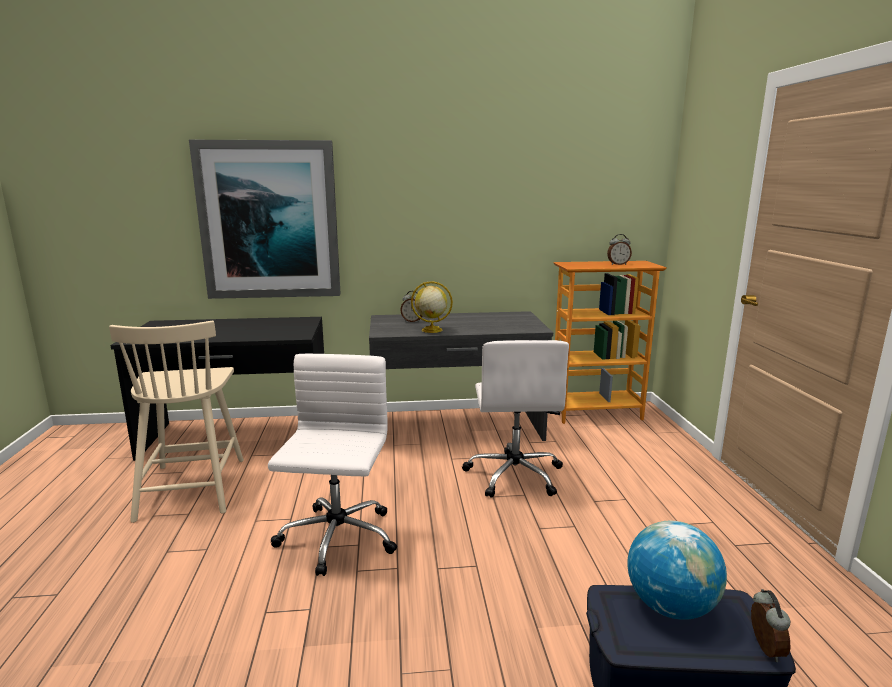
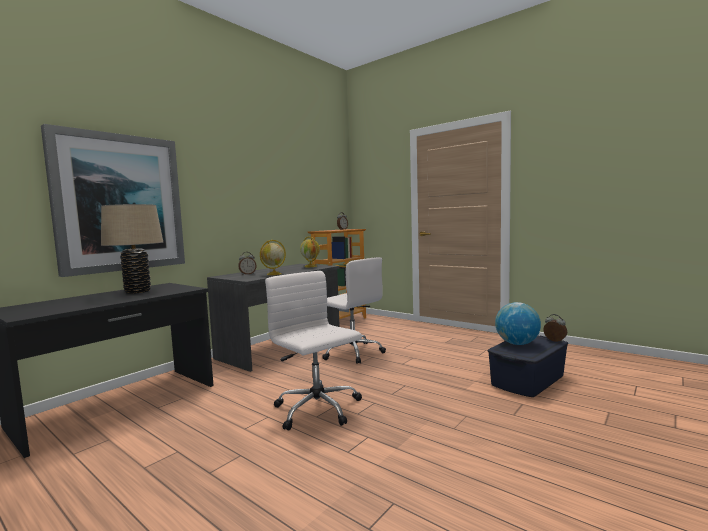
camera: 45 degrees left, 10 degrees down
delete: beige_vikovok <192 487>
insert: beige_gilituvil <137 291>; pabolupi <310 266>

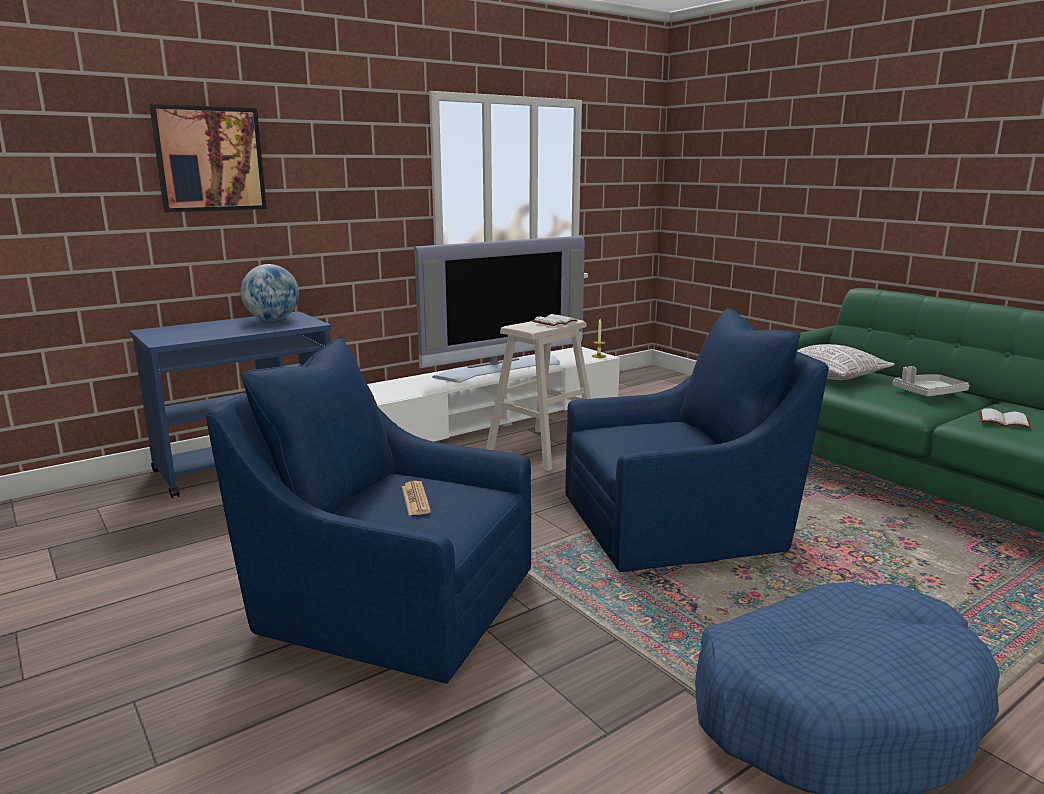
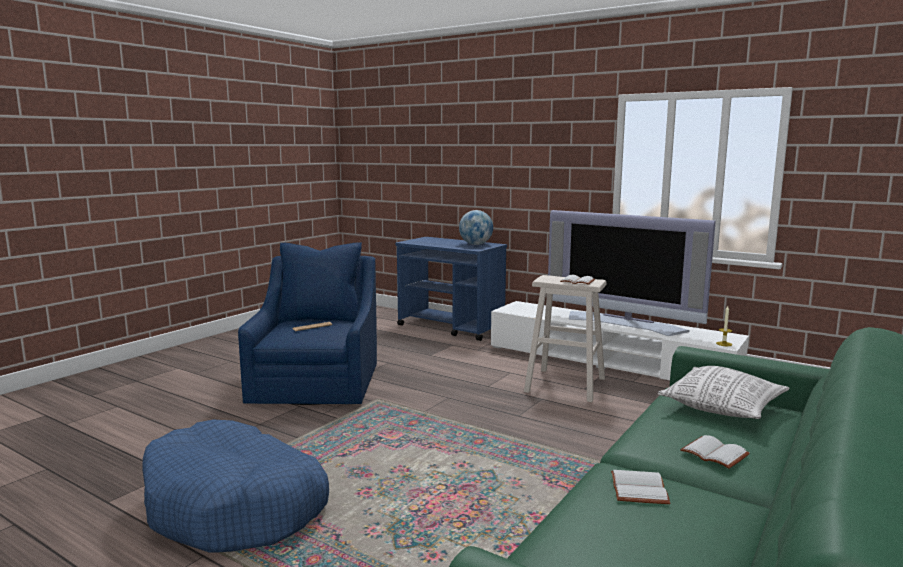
camera: 70 degrees right, 5 degrees down
delete: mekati <210 159>; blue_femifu <679 526>
replace: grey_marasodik <928 393> to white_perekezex <716 453>

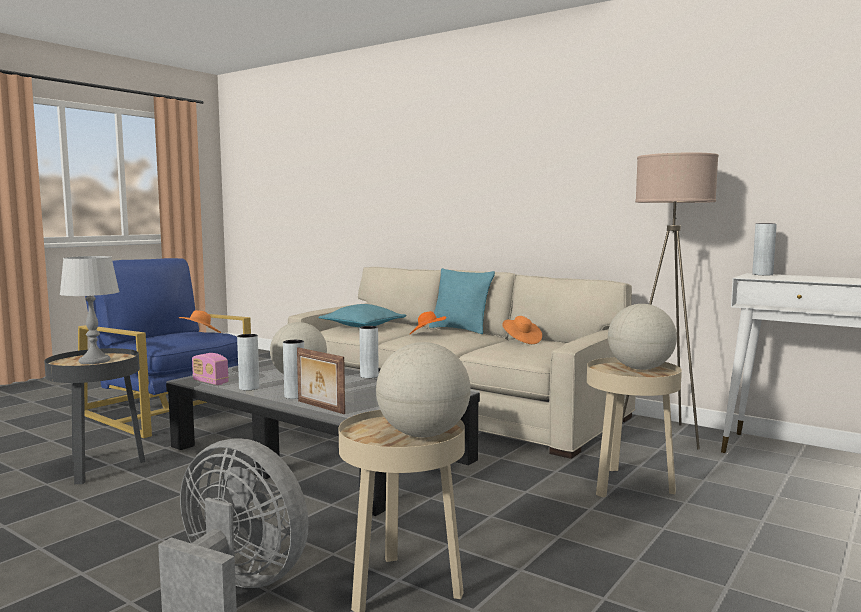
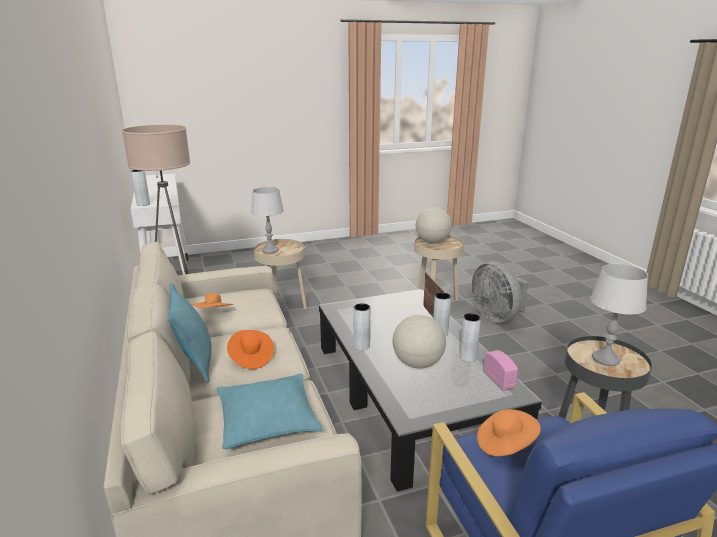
camera: 145 degrees left, 15 degrees up
replace: pabolupi <640 368> to grey_gilituvil <269 250>

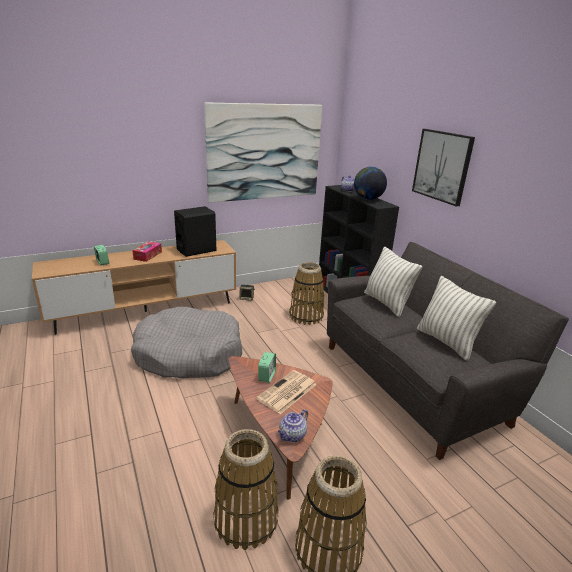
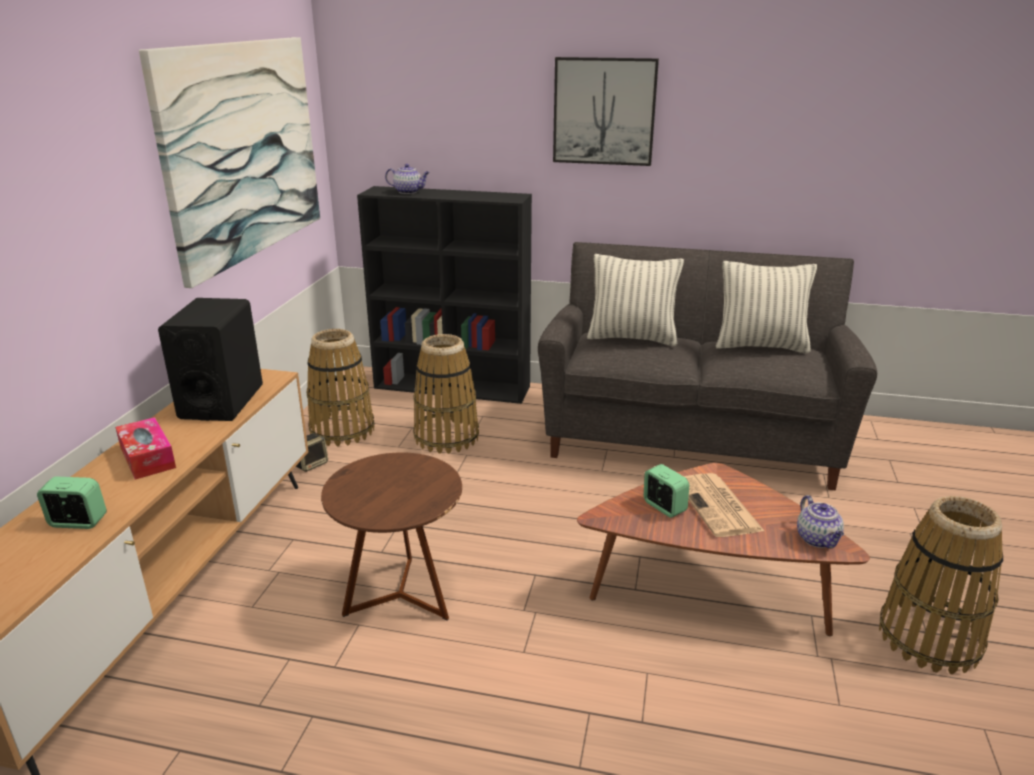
camera: 50 degrees left, 0 degrees up
delete: pabolupi <368 199>
move: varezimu <246 519> to <343 430>
replace: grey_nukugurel <189 354> to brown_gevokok <401 597>

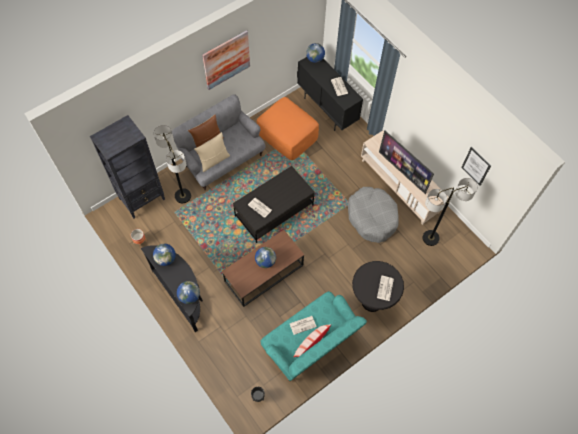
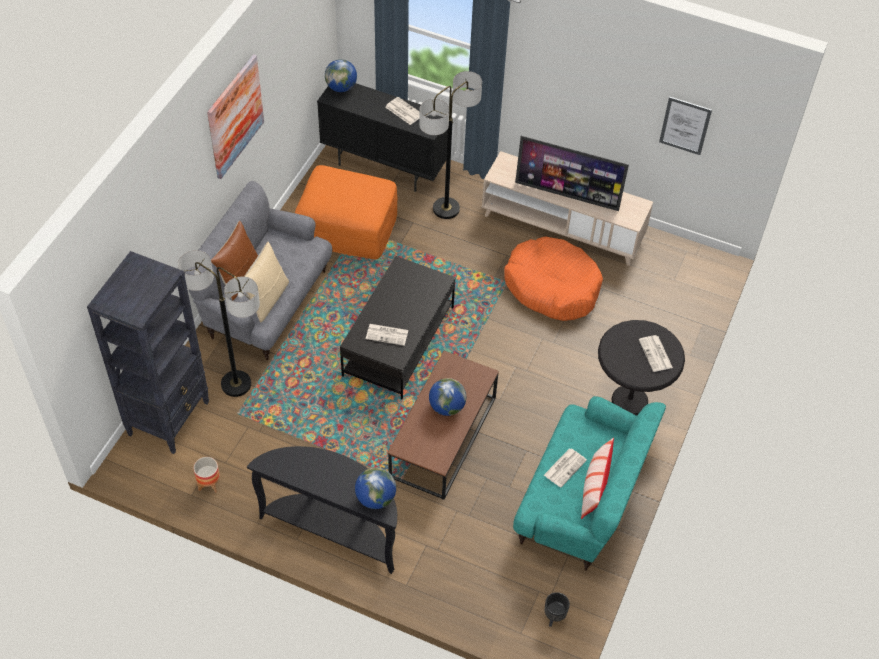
camera: 30 degrees left, 10 degrees down
delete: pabolupi <166 259>
move: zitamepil <430 238> to <446 209>
recolor: grey_nukugurel <372 217> to orange_nukugurel <552 287>

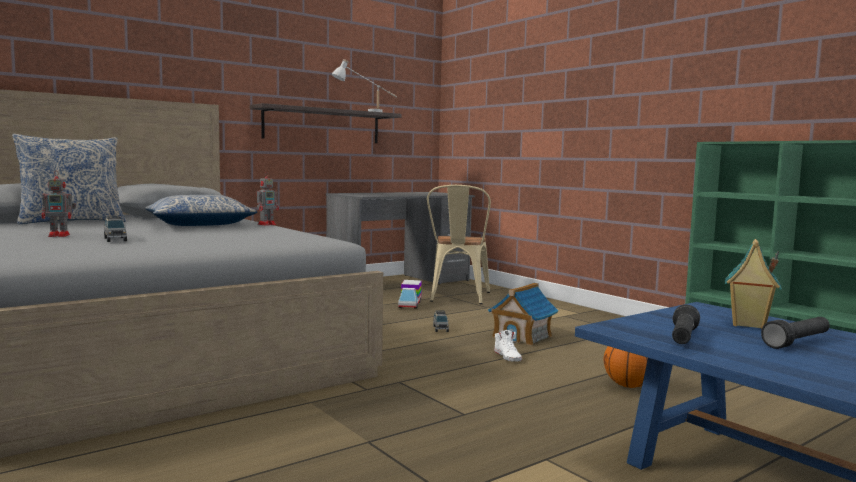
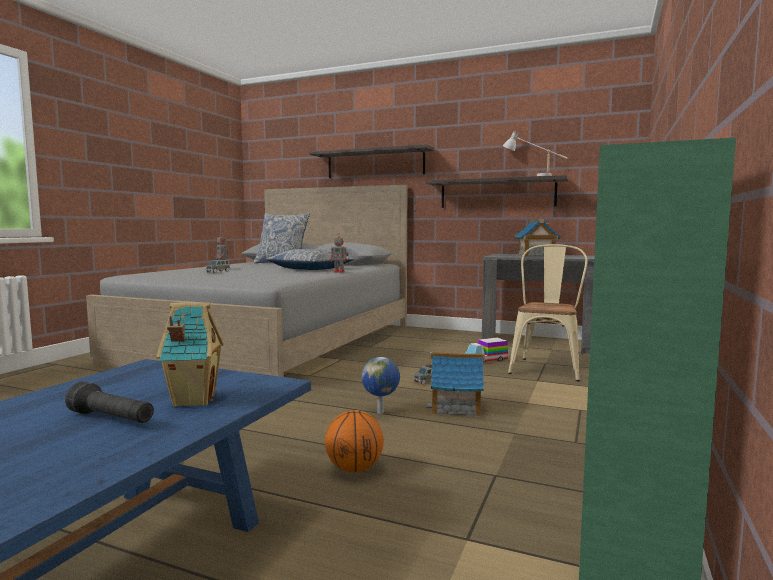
camera: 60 degrees right, 0 degrees up
delete: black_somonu <683 338>
insert: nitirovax <375 163>; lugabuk <535 256>
replace: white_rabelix <508 356> to pabolupi <381 412>
rotate: beige_vikovok <457 298> = <547 367> 135 degrees clockwise

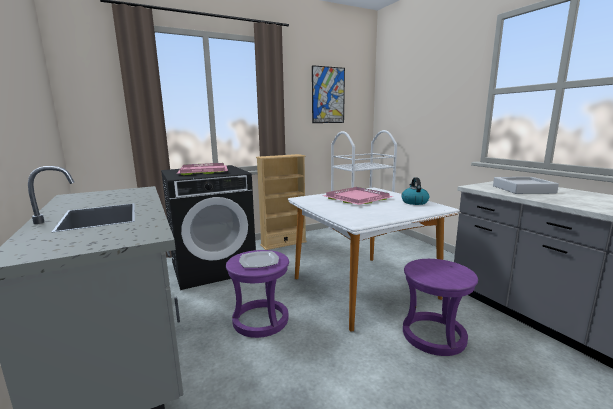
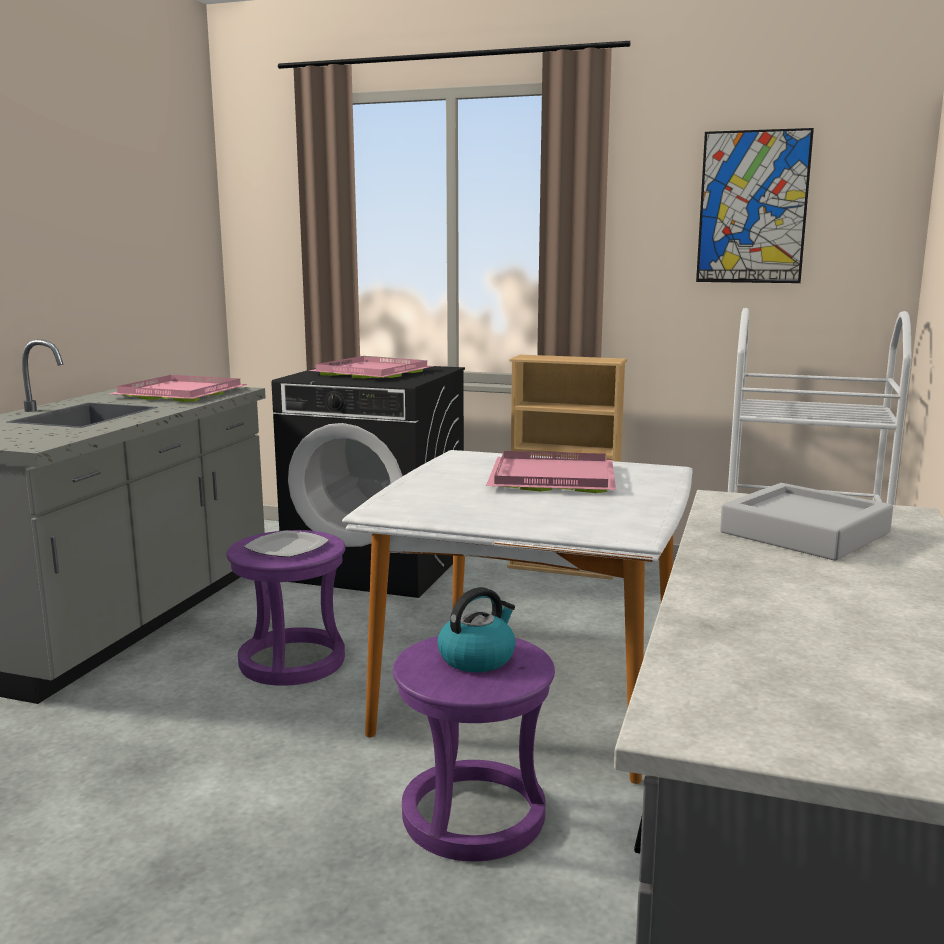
camera: 45 degrees right, 0 degrees up
insert: pink_marasodik <180 393>
move: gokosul <414 202> to <477 658>

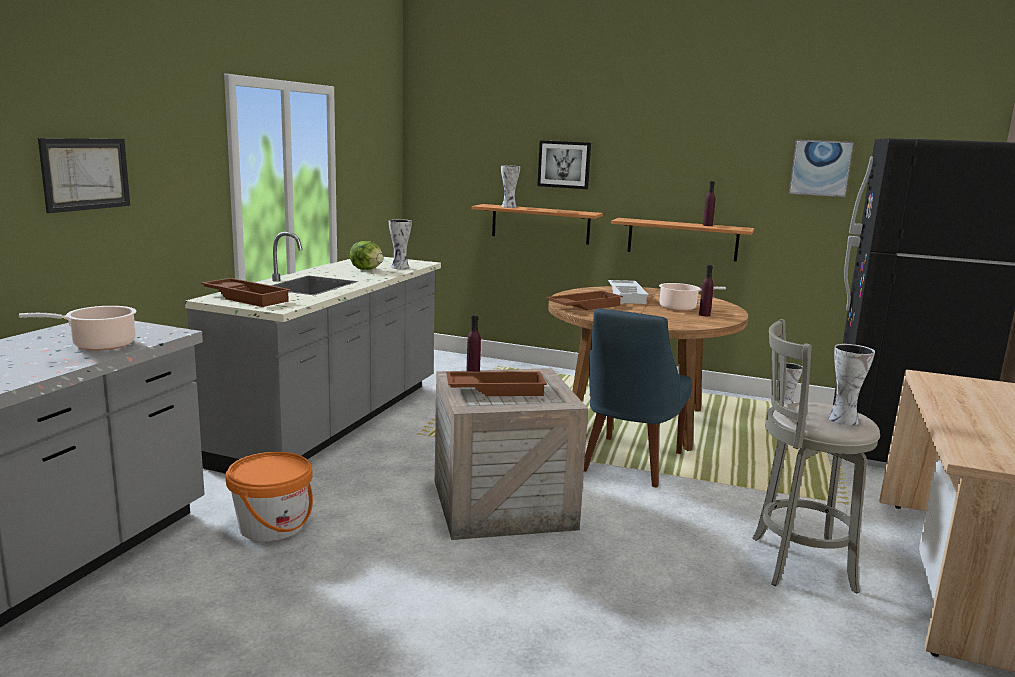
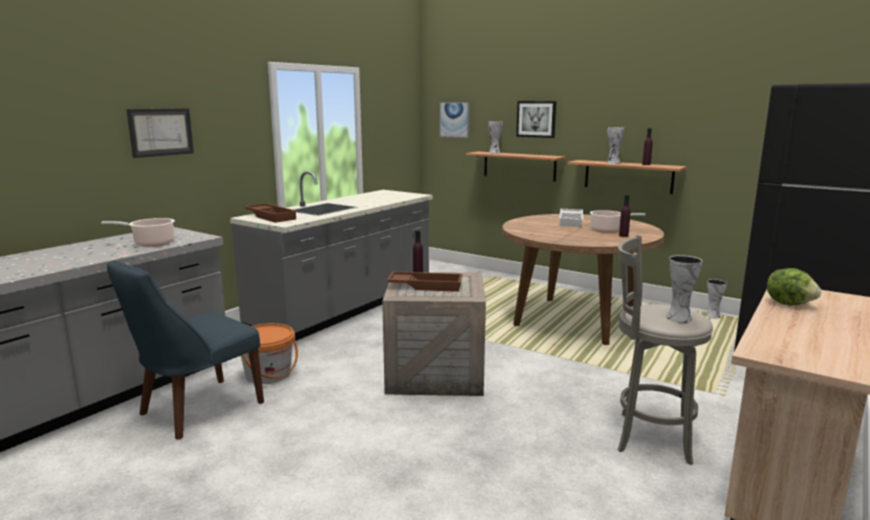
camera: 15 degrees right, 0 degrees up
delete: brown_marasodik <584 306>
move: blue_vikovok <629 463> to <196 410>; mekati <820 168> to <455 119>; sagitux <400 267> to <614 163>; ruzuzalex <367 269> to <789 303>

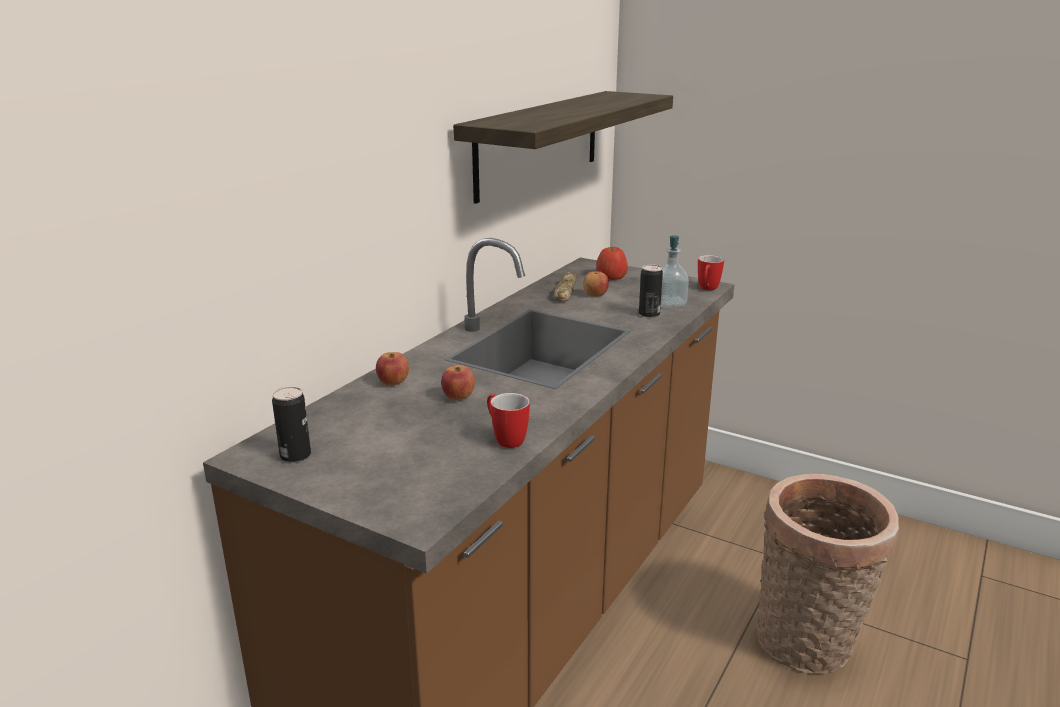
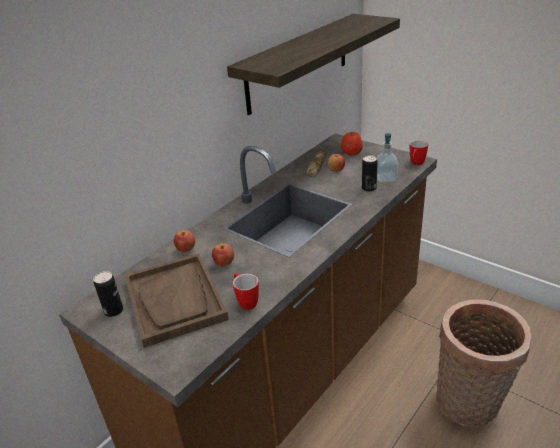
camera: 10 degrees right, 10 degrees up
insert: brown_marasodik <175 300>

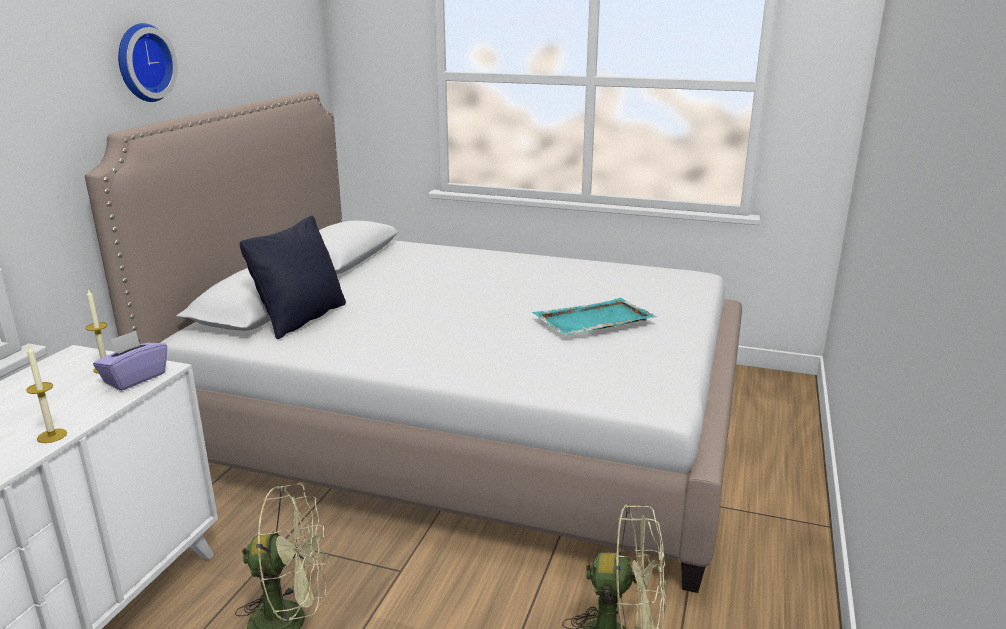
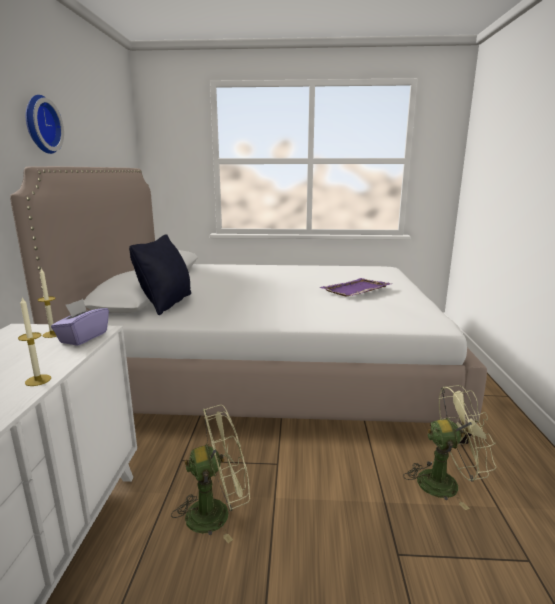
camera: 15 degrees left, 5 degrees down
recolor: turquoise_marasodik <592 320> to purple_marasodik <355 289>

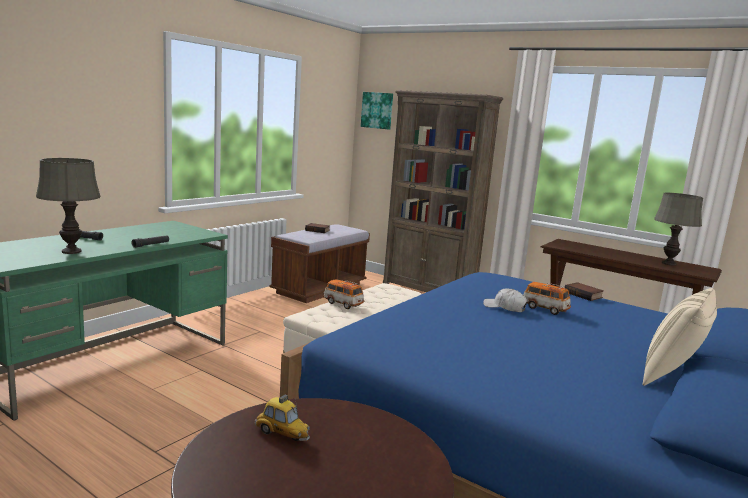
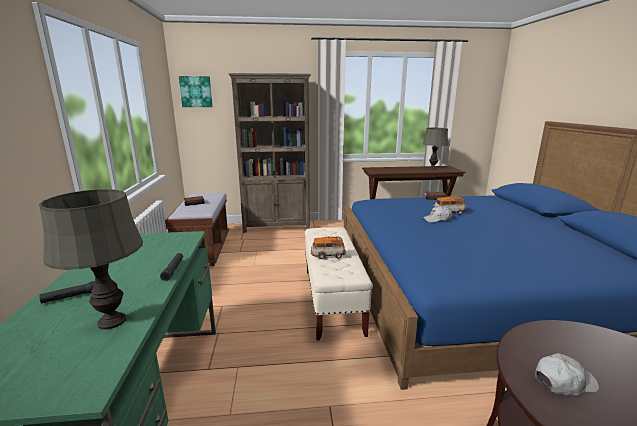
camera: 40 degrees left, 5 degrees up
delete: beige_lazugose <672 376>
replace: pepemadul <282 434> to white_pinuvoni <564 381>

